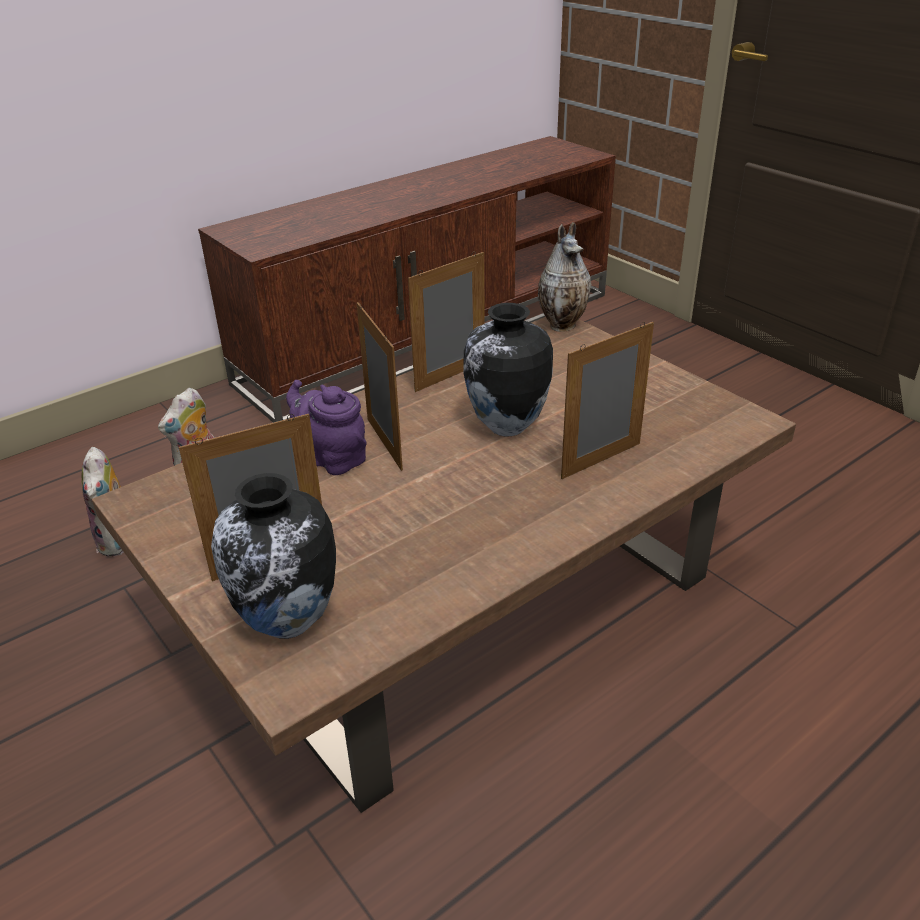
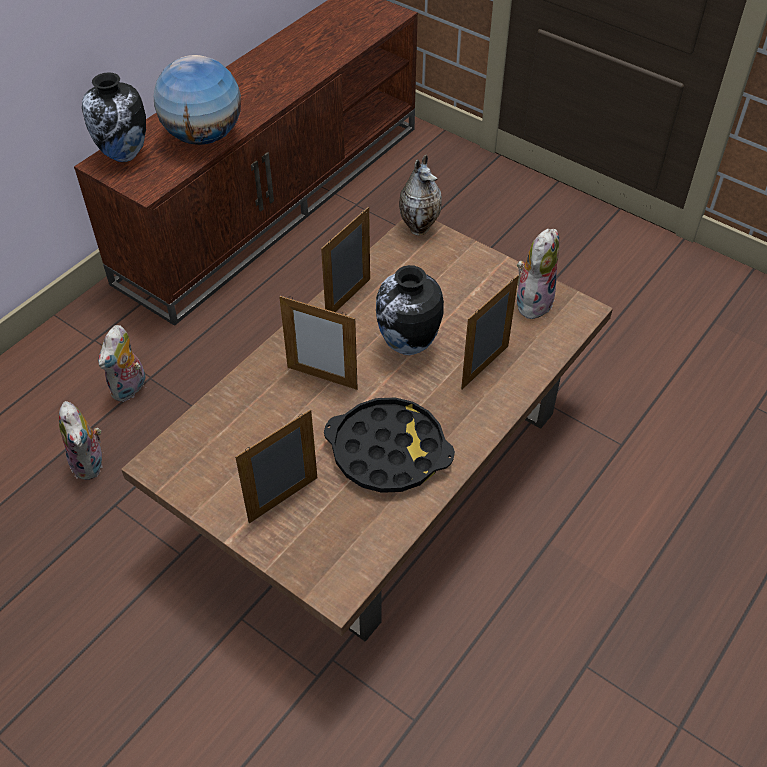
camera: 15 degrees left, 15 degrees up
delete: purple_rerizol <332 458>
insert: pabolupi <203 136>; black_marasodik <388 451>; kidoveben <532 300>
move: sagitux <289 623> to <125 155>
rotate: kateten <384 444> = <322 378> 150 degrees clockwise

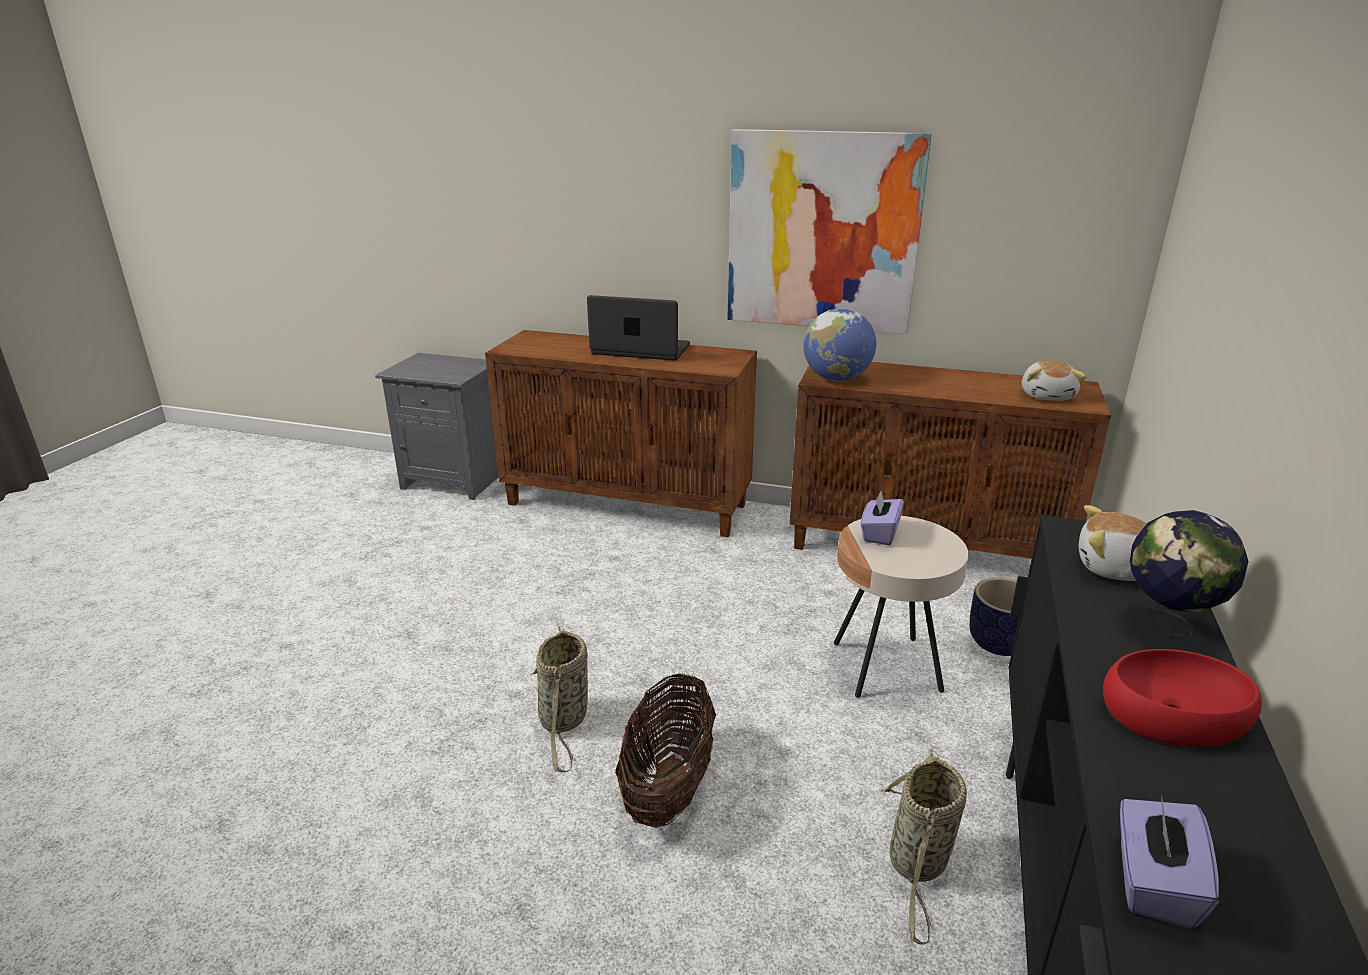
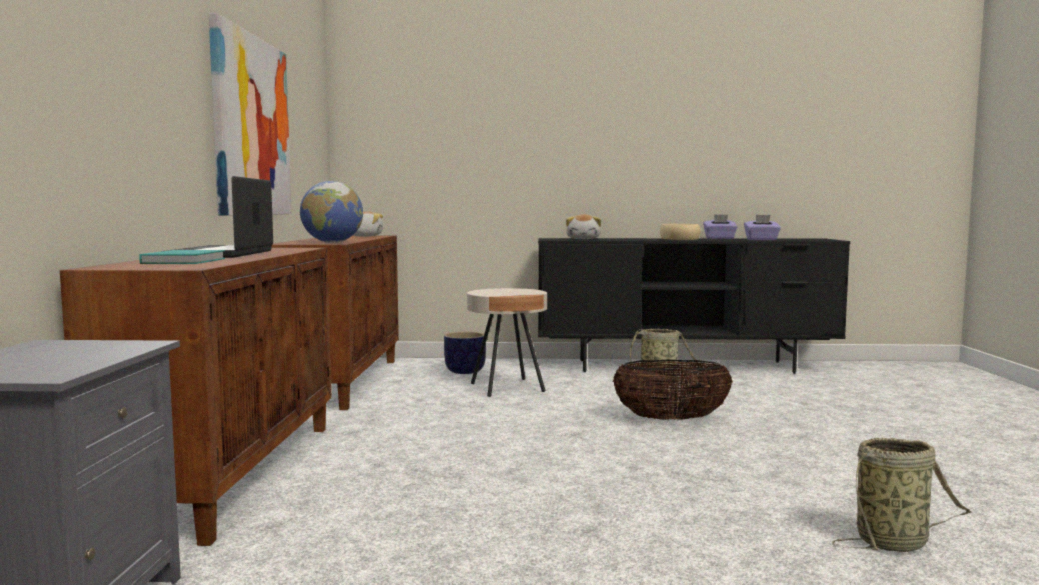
camera: 105 degrees left, 20 degrees down
delete: pabolupi <1167 625>
insert: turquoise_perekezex <186 261>
move: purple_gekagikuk <879 533> to <719 238>; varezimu <564 721> to <895 542>
recolor: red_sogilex <1174 713> to beige_sogilex <679 239>

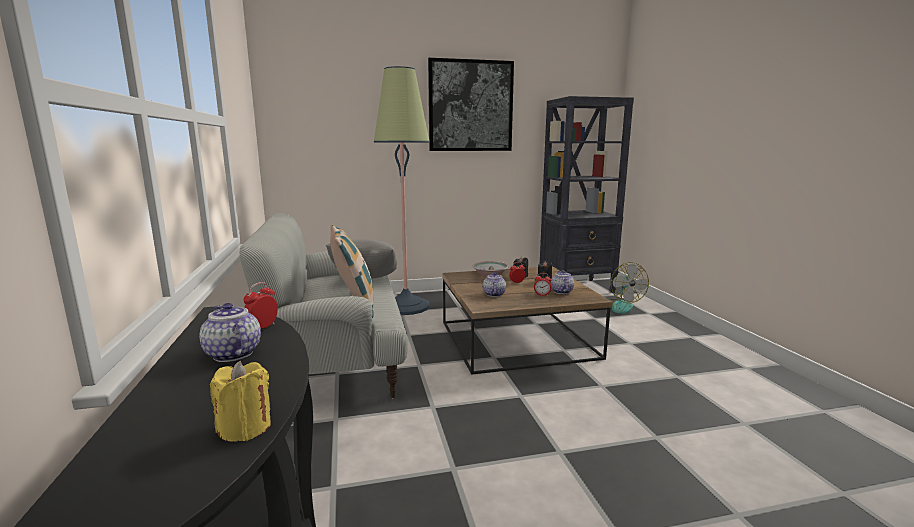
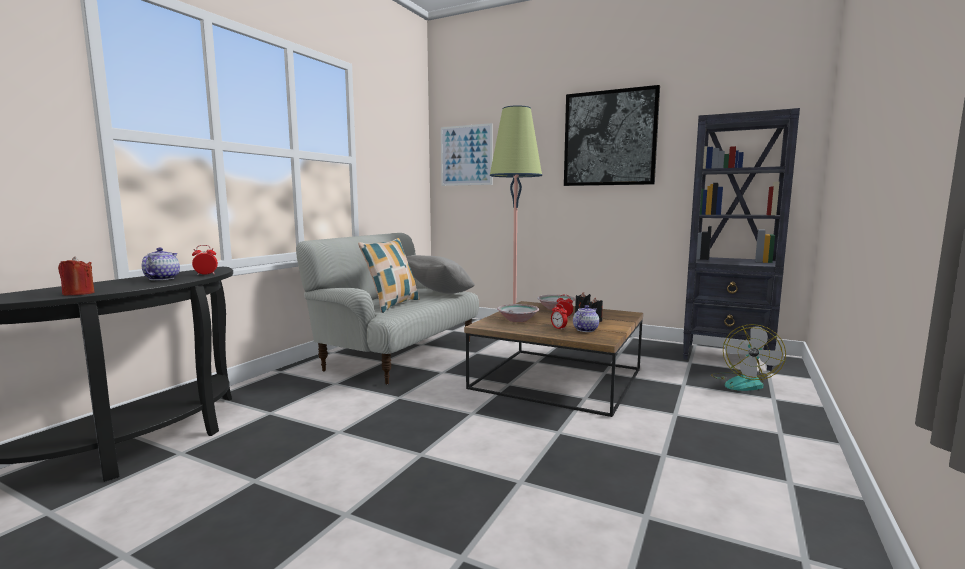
camera: 40 degrees right, 5 degrees down
insert: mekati <466 155>
replace: rerizol <493 294> to sogilex <517 320>
recolor: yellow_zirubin <245 427> to red_zirubin <78 293>

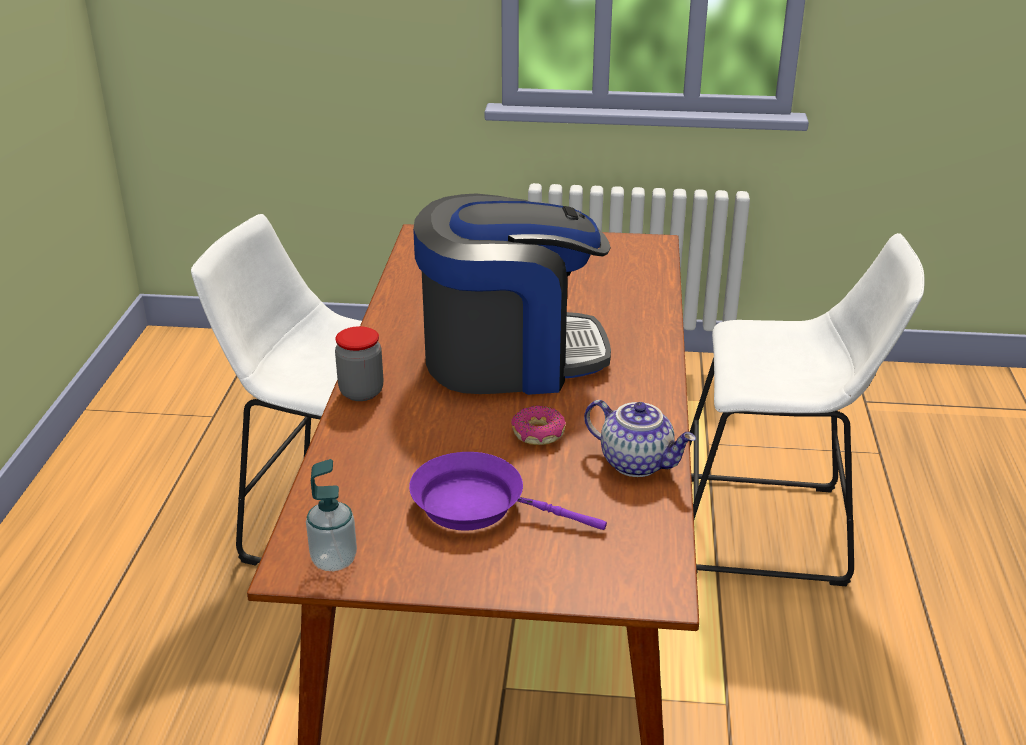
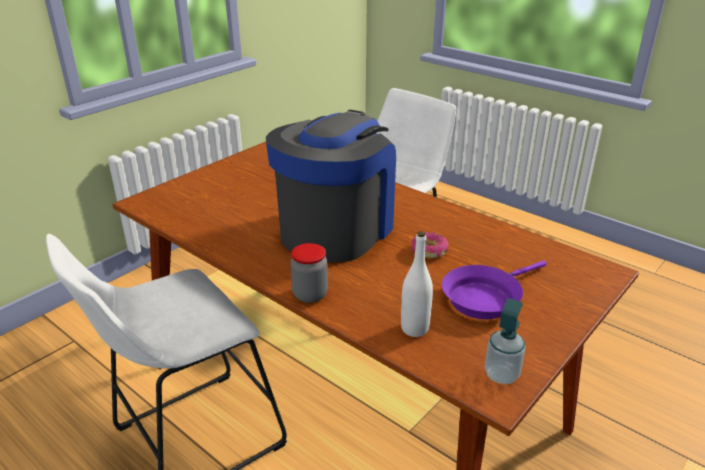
camera: 55 degrees left, 0 degrees up
delete: rerizol <637 462>
insert: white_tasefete <414 329>

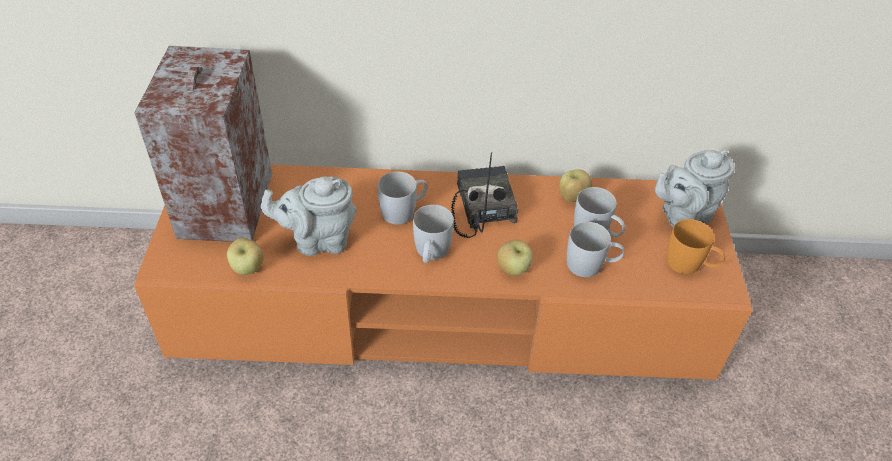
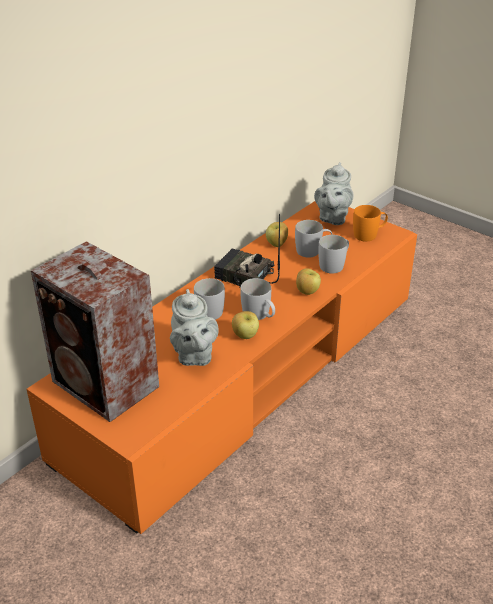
camera: 50 degrees left, 10 degrees down
move: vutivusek <248 269> to <245 336>
rotate: grey_rerizol <318 240> = <193 356> 45 degrees counterclockwise

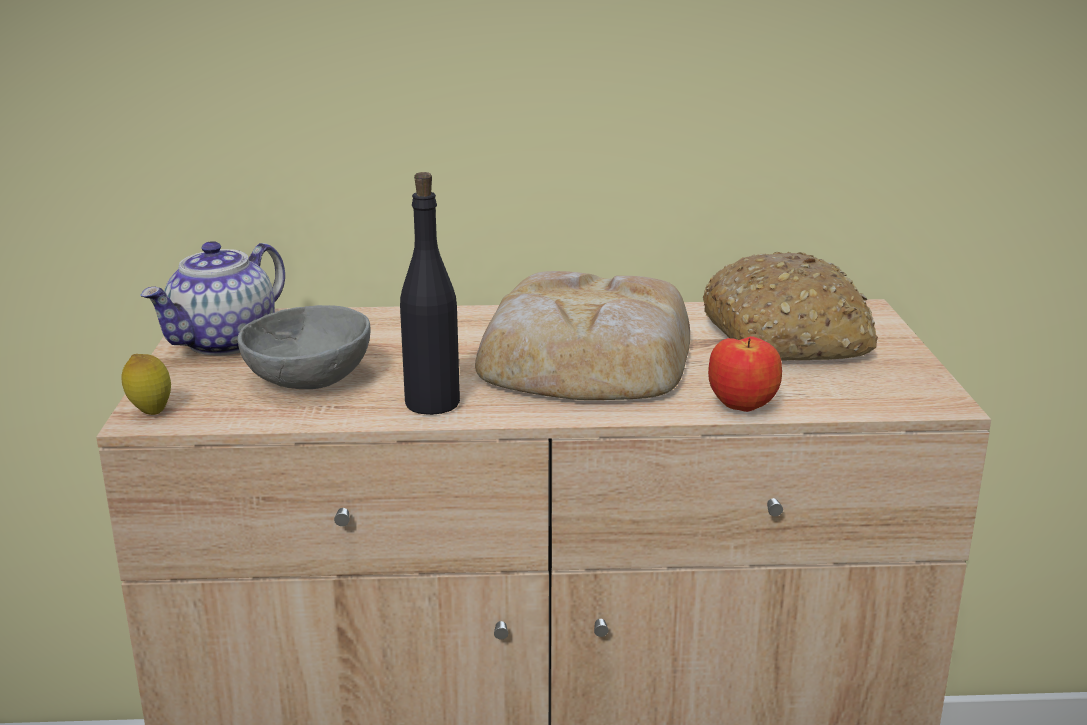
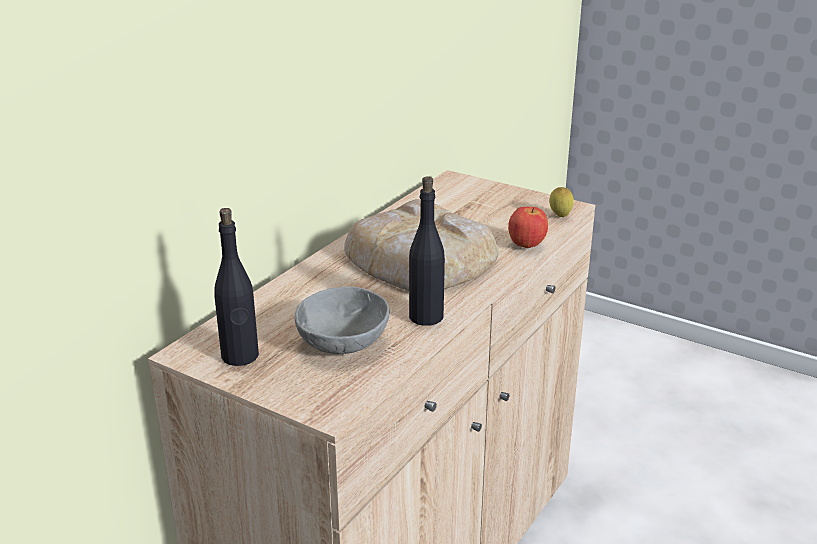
camera: 55 degrees left, 5 degrees up
delete: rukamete <787 337>
move: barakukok <151 412> to <560 216>
replace: rerizol <224 342> to black_tasefete <240 356>

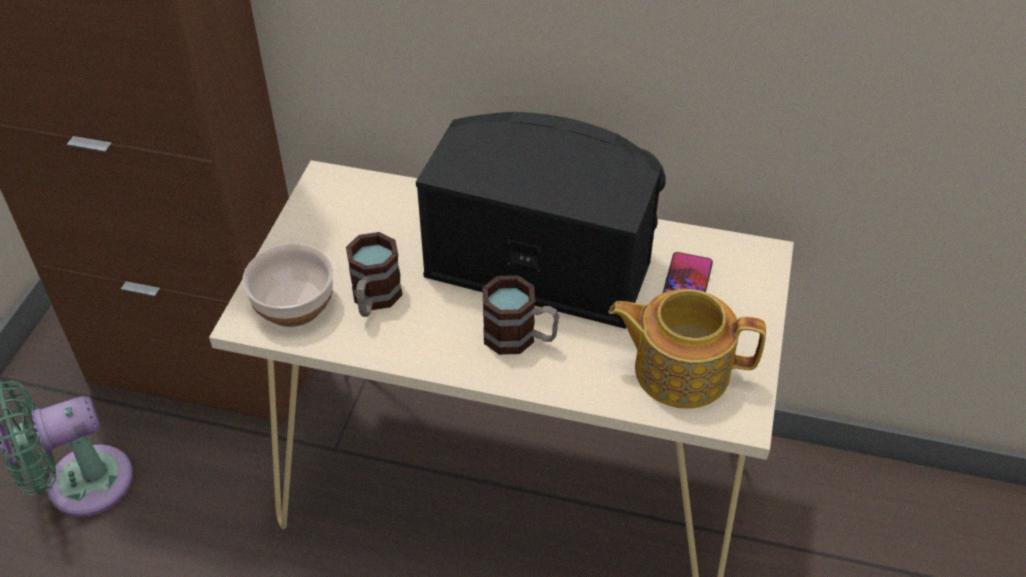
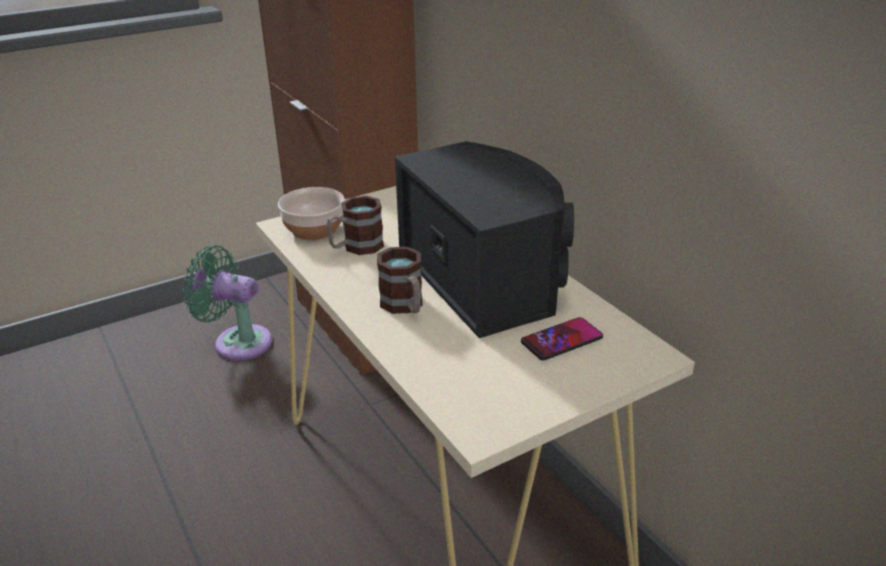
camera: 45 degrees right, 15 degrees down
delete: rerizol <679 369>

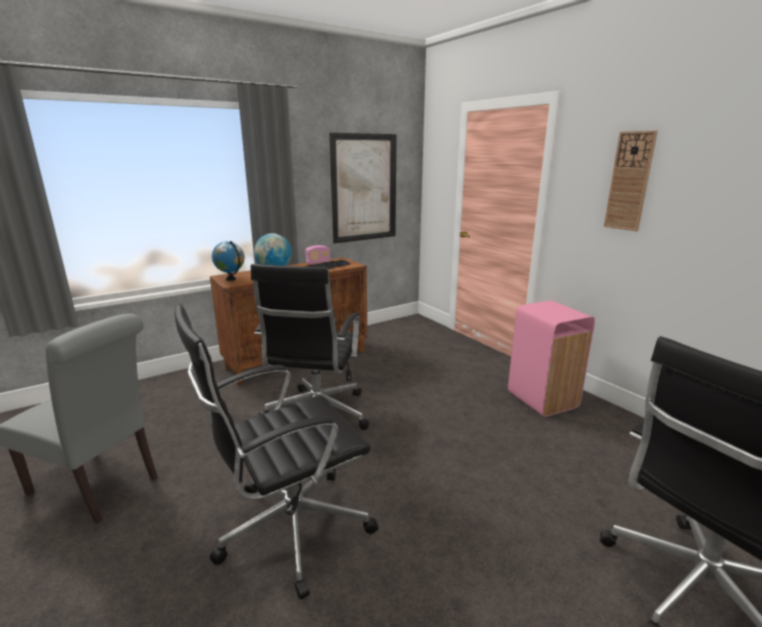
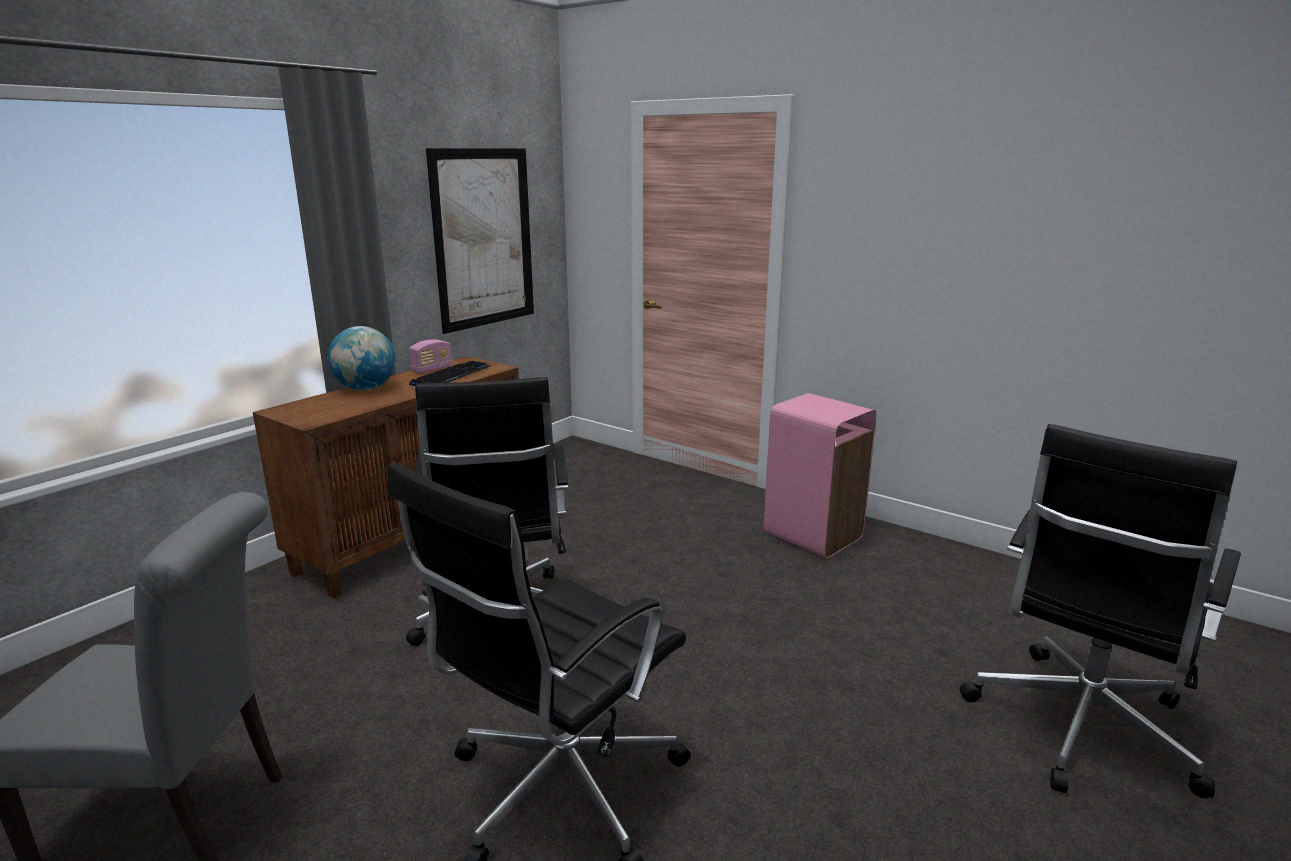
camera: 20 degrees left, 0 degrees up
delete: pabolupi <231 279>; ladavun <629 181>

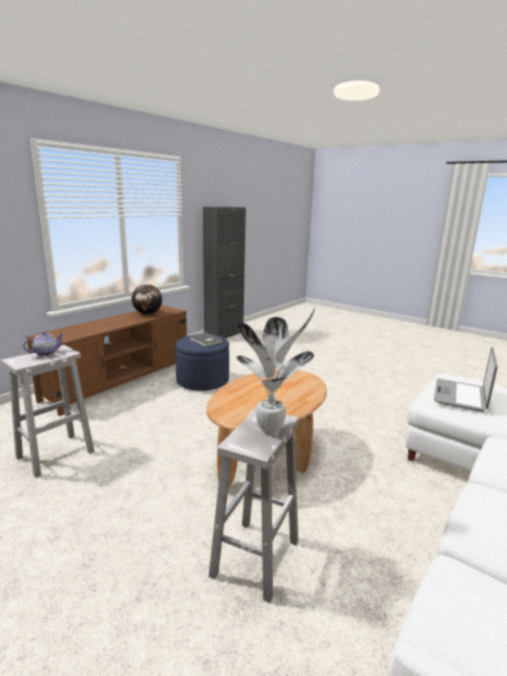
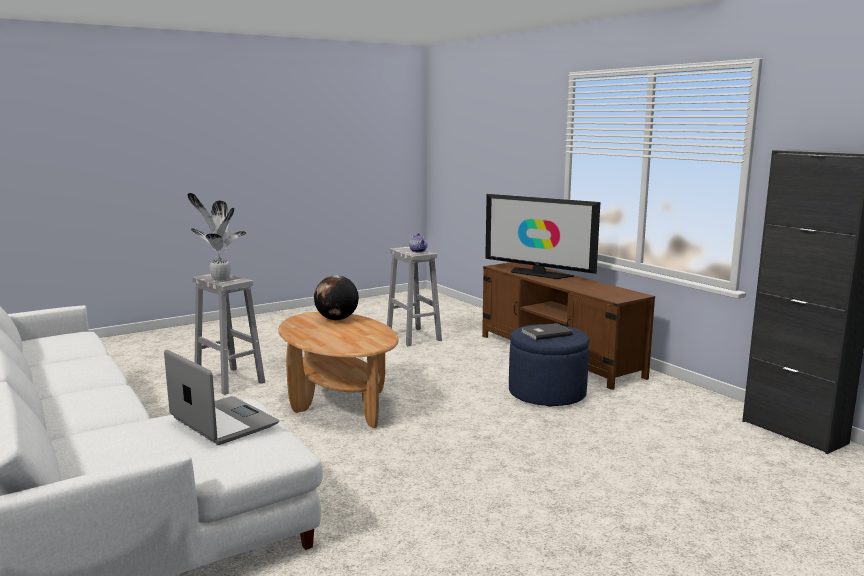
camera: 110 degrees right, 5 degrees down
insert: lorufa <538 274>
move: pabolupi <148 314> to <336 319>

